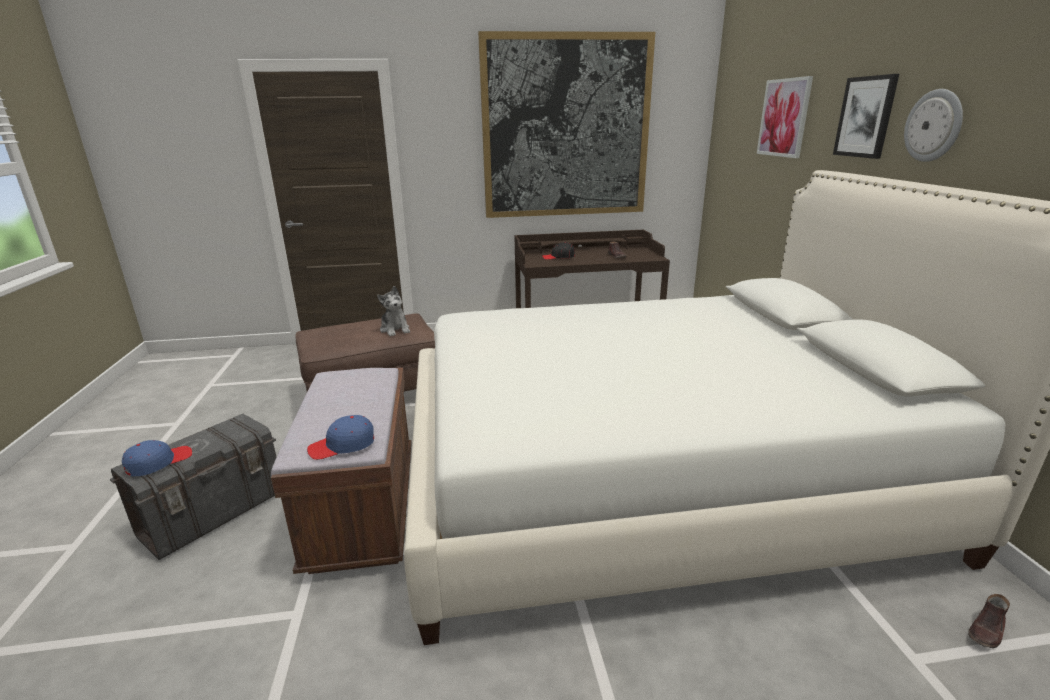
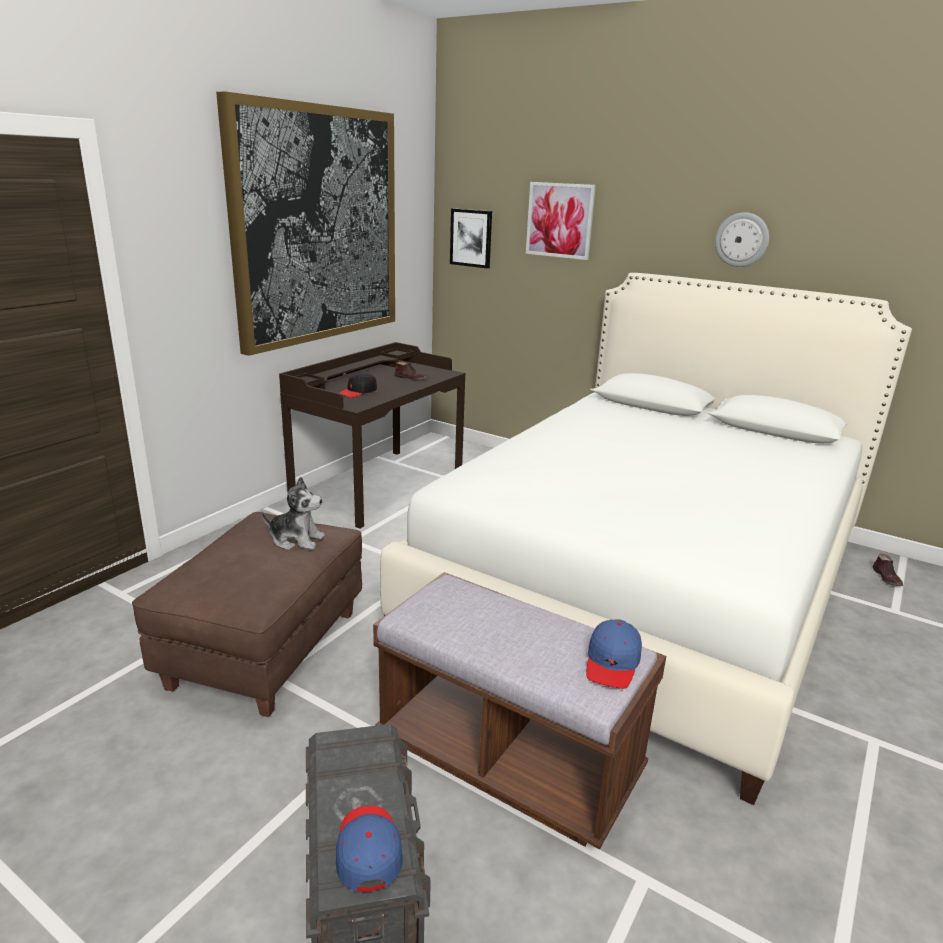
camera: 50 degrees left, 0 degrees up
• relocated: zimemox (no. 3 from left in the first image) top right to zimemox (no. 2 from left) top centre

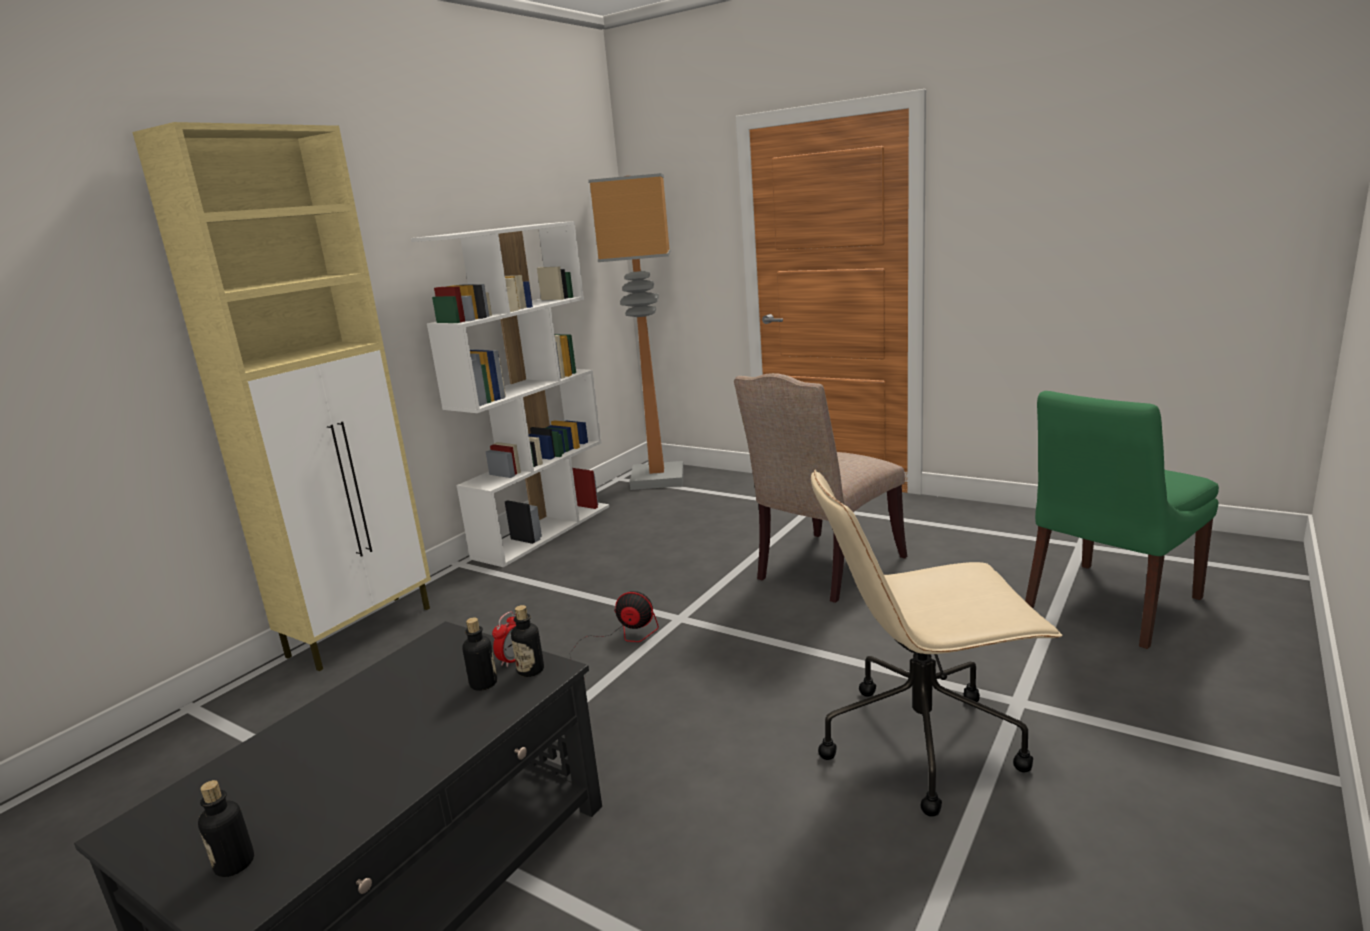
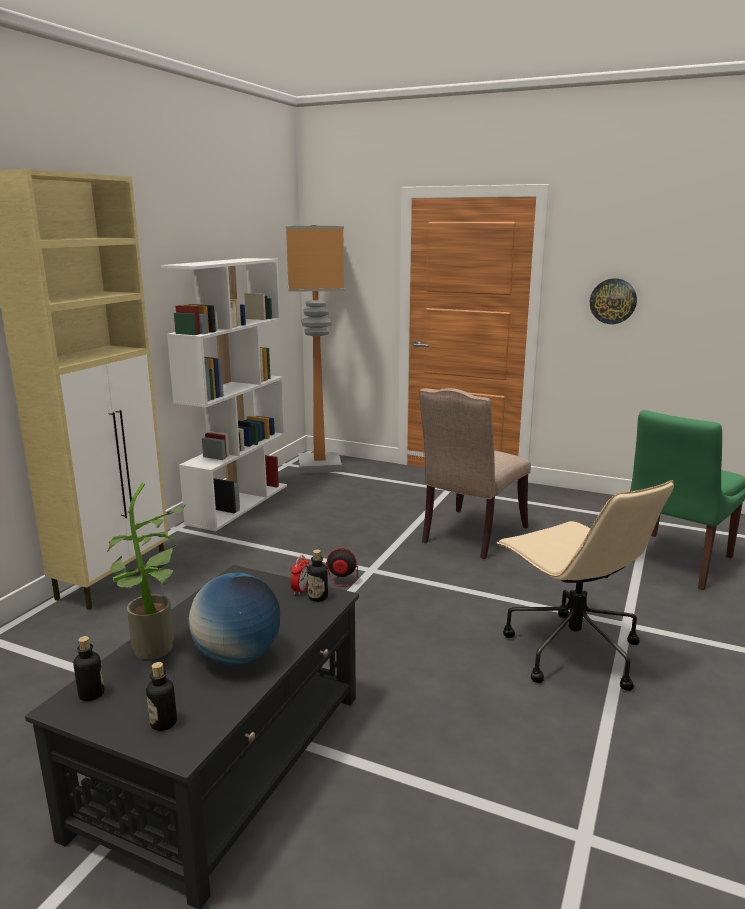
camera: 10 degrees left, 0 degrees up
• appeared: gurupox middle left
• appeared: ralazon bottom left
• appeared: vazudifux top right
• relocated: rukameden (no. 2 from left in the first image) bottom centre to rukameden (no. 1 from left) bottom left
• spun: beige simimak bottom right = middle right 105 degrees counterclockwise

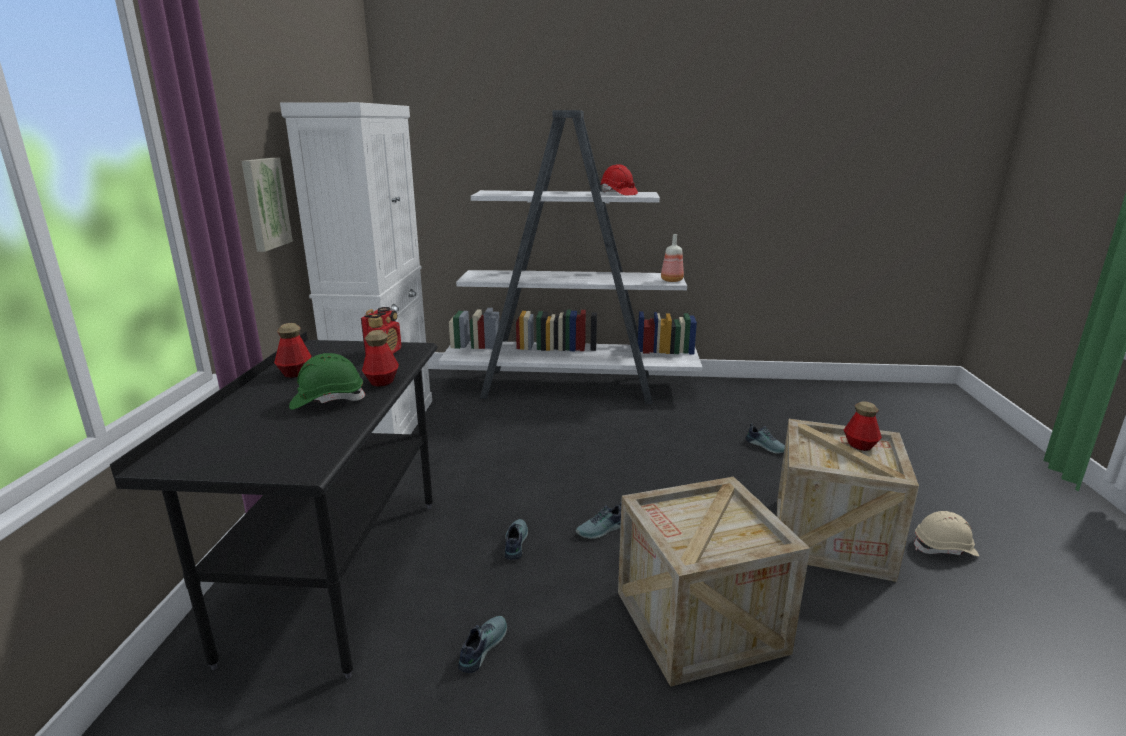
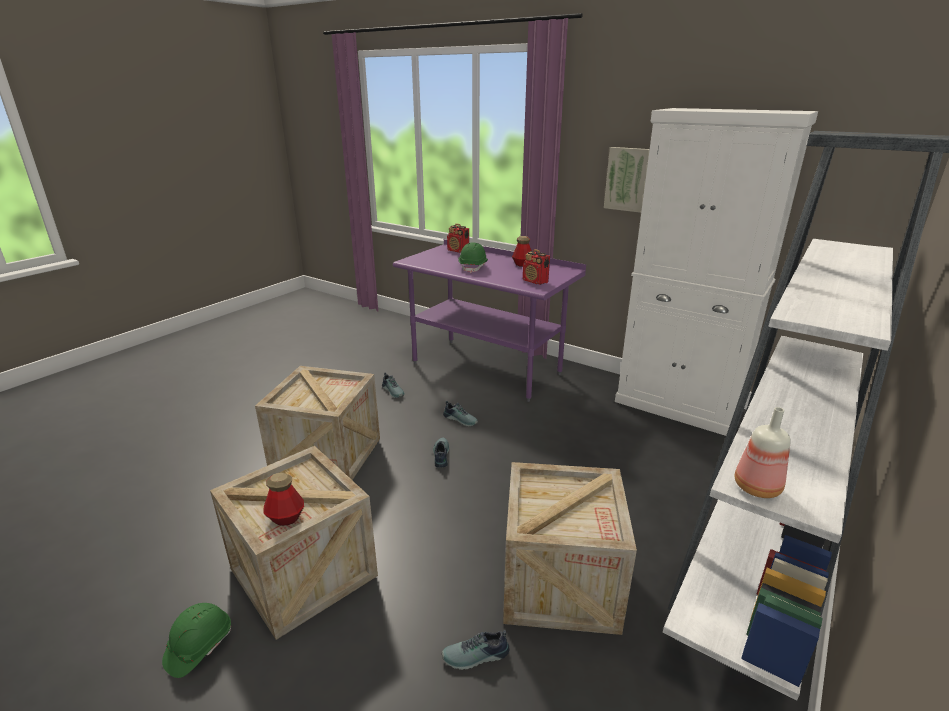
camera: 120 degrees right, 5 degrees up
• missing: rukameden (no. 2 from left) centre
• missing: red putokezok top centre
• appeared: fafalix (no. 1 from left) centre
• appeared: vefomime (no. 3 from left) bottom centre
• colour: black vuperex bottom left to purple vuperex centre
• colour: beige putokezok bottom right to green putokezok (no. 1 from left) bottom left

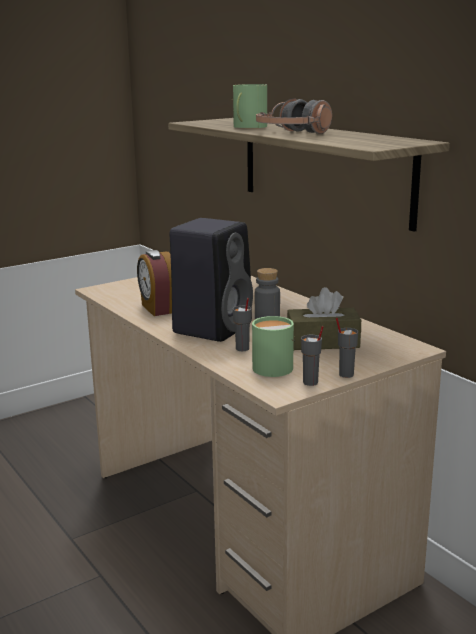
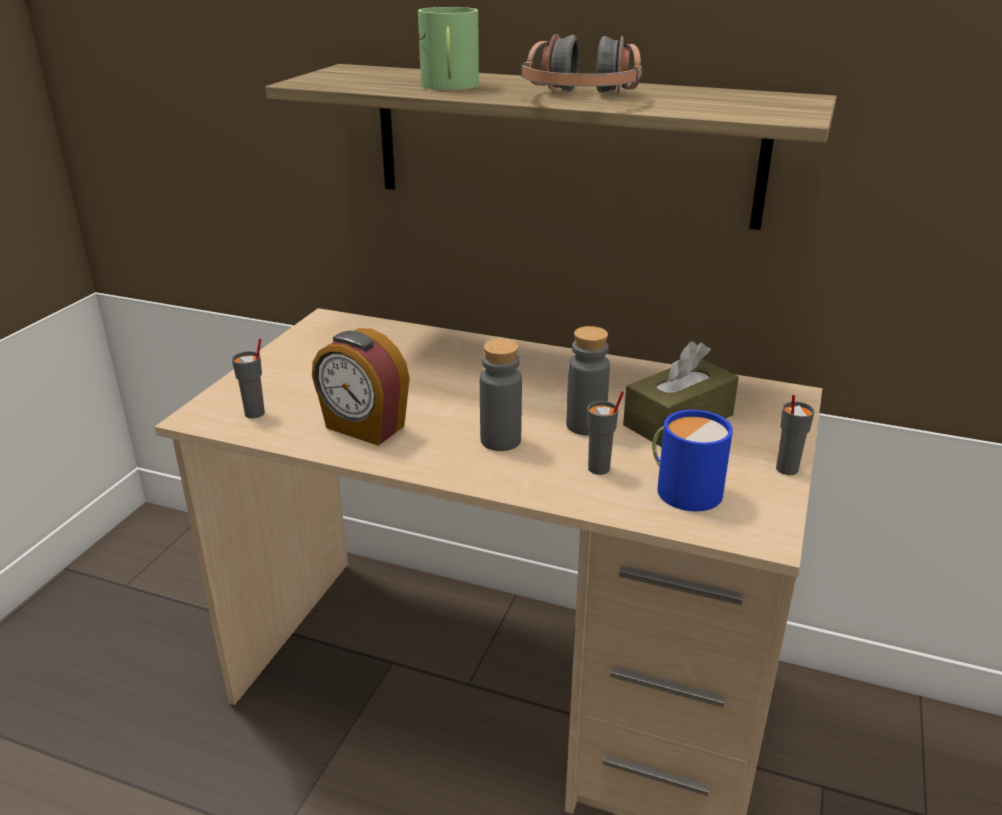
camera: 35 degrees left, 10 degrees up
• relocated: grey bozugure (no. 2 from left in the first image) centre to grey bozugure (no. 1 from left) middle left
• exchanged: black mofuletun centre to grey rukameden (no. 1 from left) centre
• colour: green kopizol (no. 2 from left) centre to blue kopizol middle right

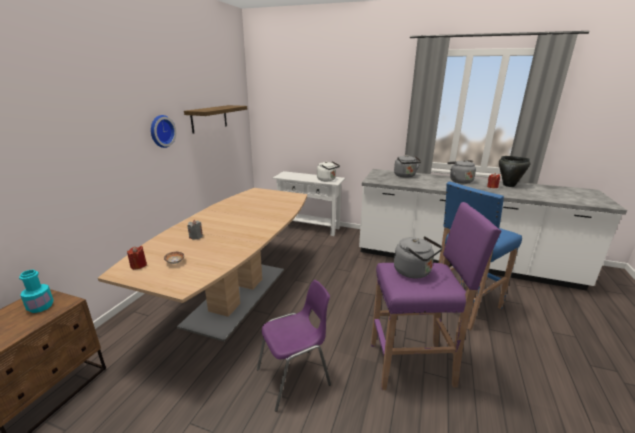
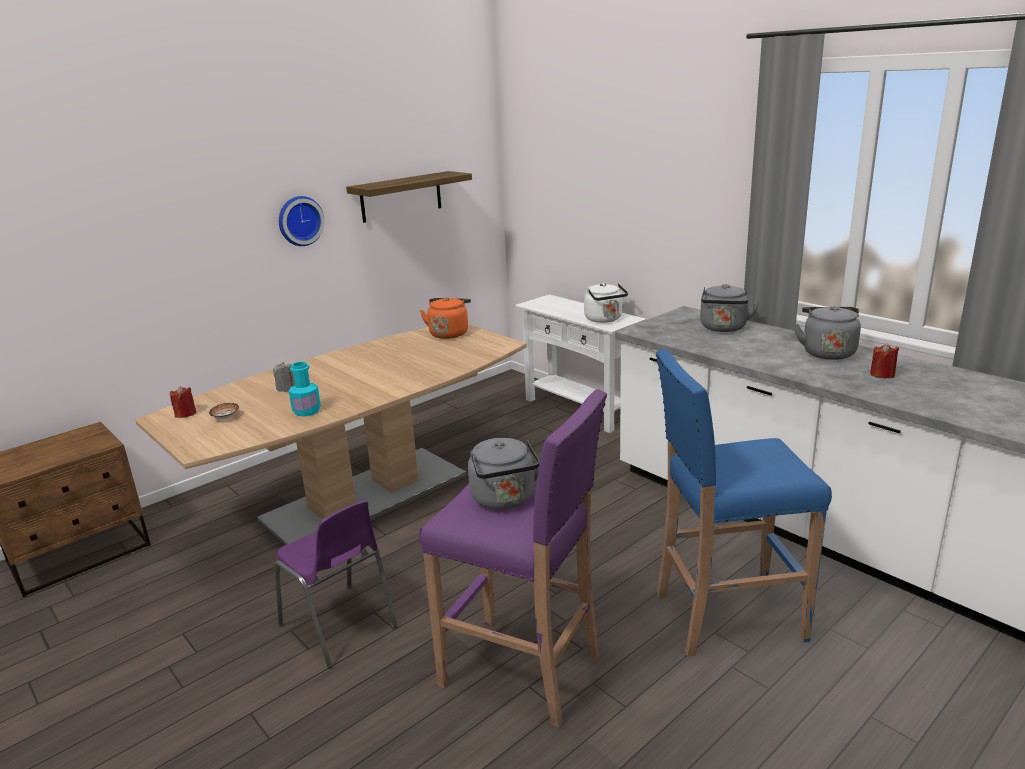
camera: 30 degrees right, 0 degrees up
• missing: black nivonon middle right
• appeared: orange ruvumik centre
• relocated: turquoise rukameden bottom left to middle left
• spun: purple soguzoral bottom centre = bottom left 45 degrees clockwise

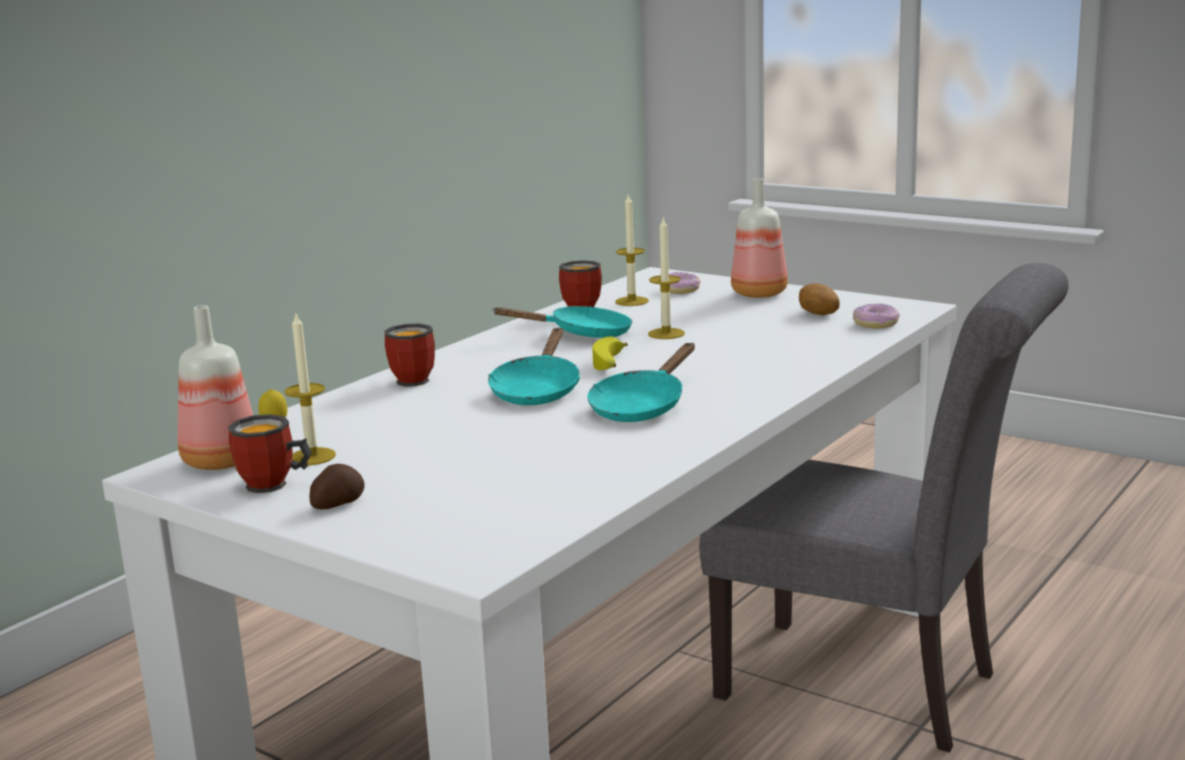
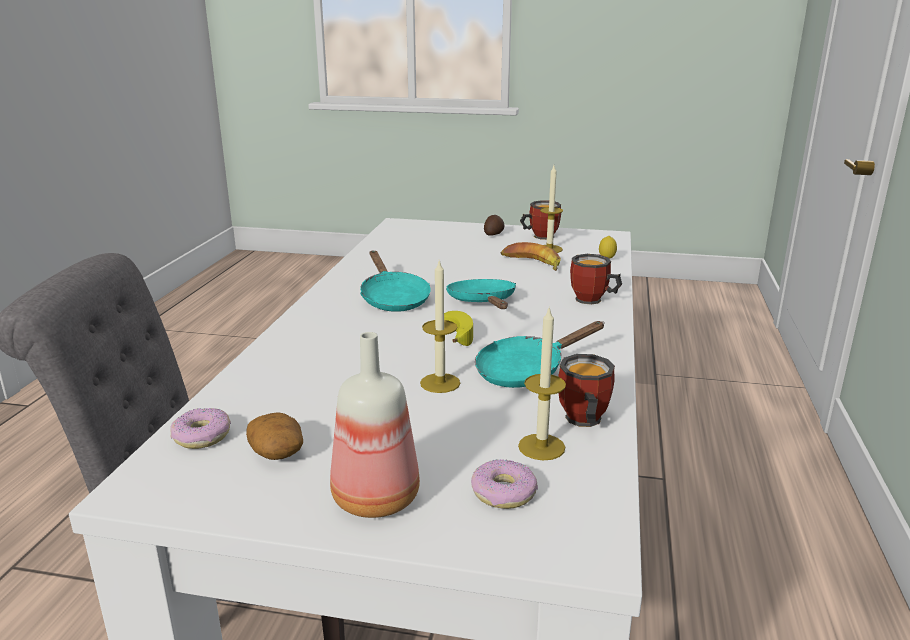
camera: 155 degrees right, 5 degrees up
• missing: rukameden (no. 1 from left) middle left
• appeared: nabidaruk (no. 2 from left) centre
• spun: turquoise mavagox (no. 3 from left in the first image) centre = centre 150 degrees clockwise

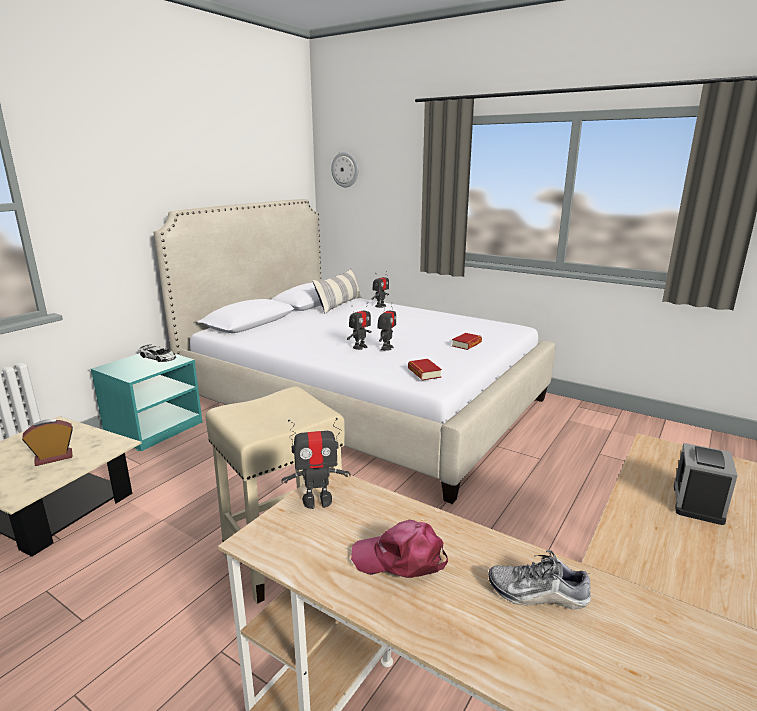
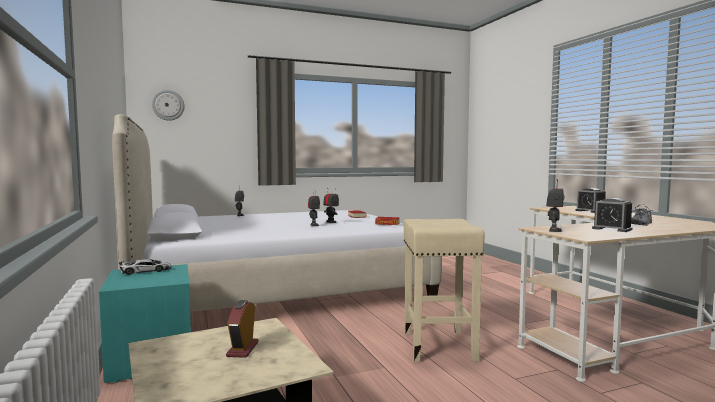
camera: 55 degrees left, 15 degrees down
• missing: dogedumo centre
• exchanged: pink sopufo bottom centre to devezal (no. 3 from left) middle right

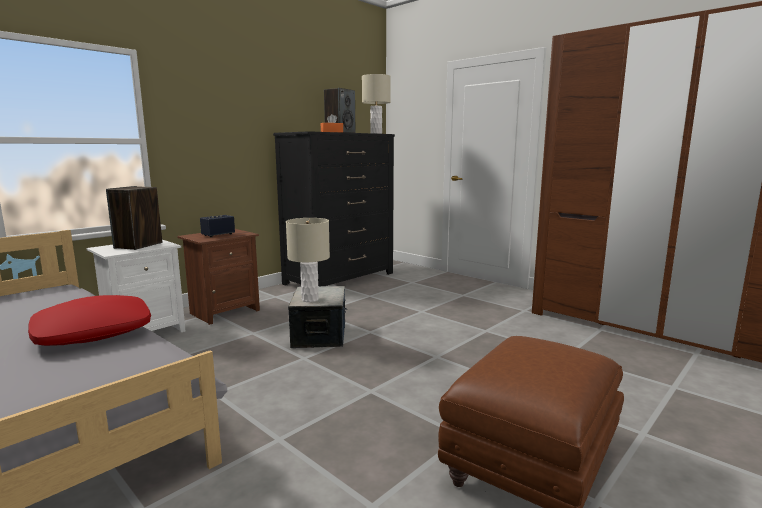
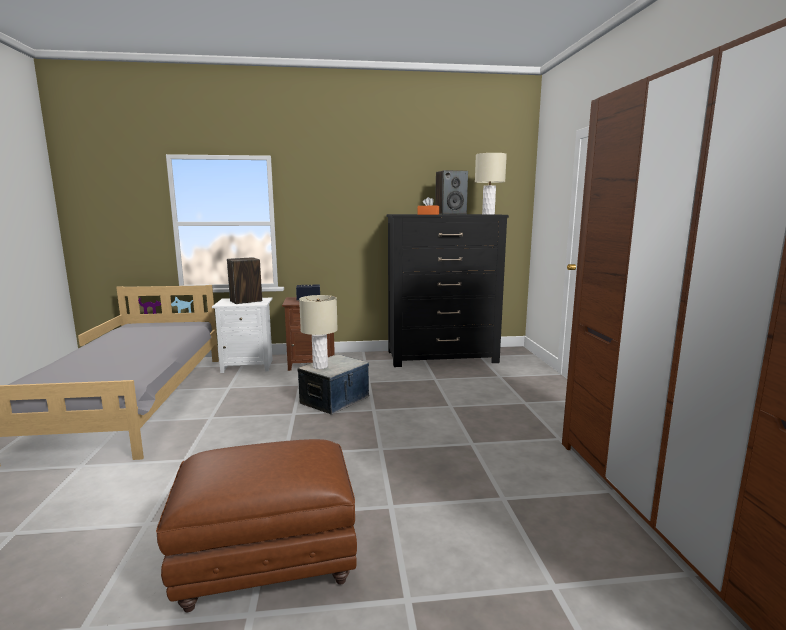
camera: 40 degrees right, 0 degrees up
• missing: red dogedumo middle left

